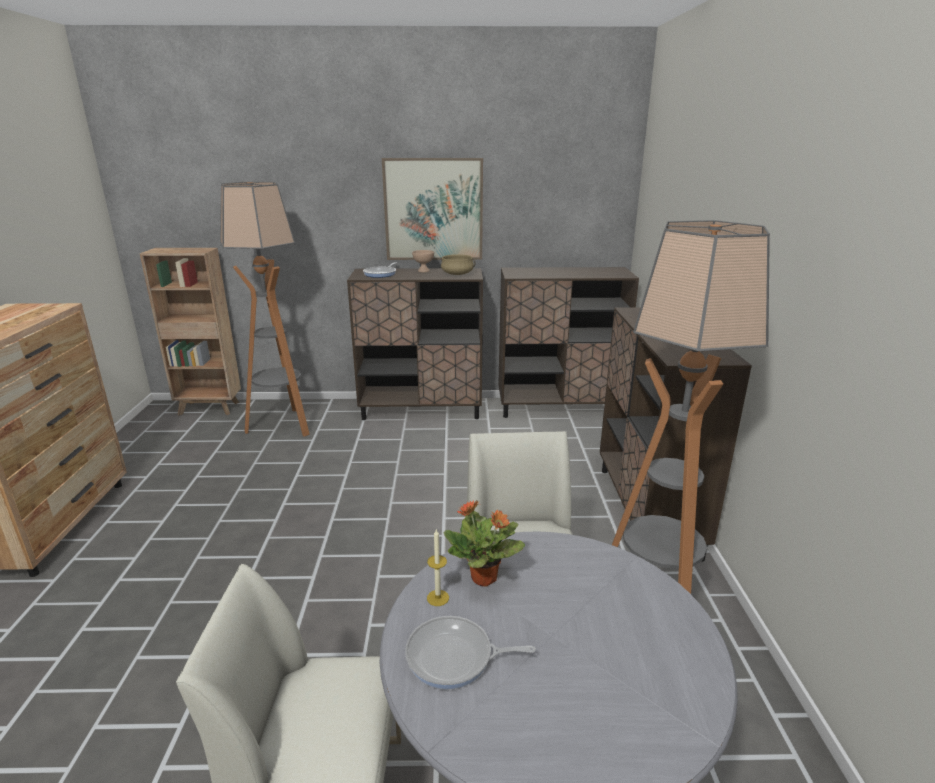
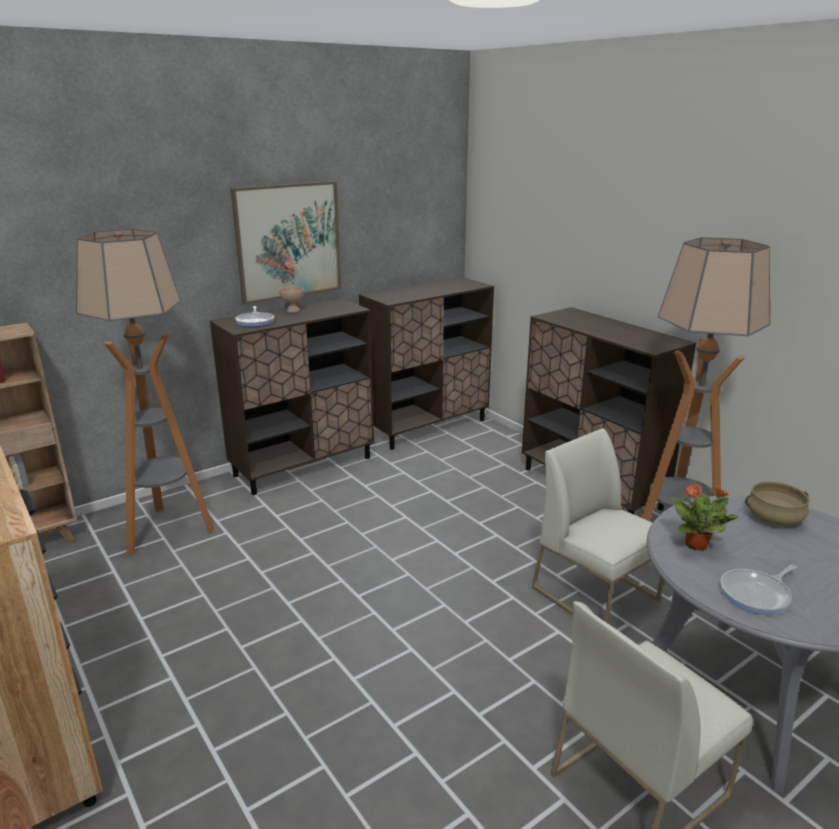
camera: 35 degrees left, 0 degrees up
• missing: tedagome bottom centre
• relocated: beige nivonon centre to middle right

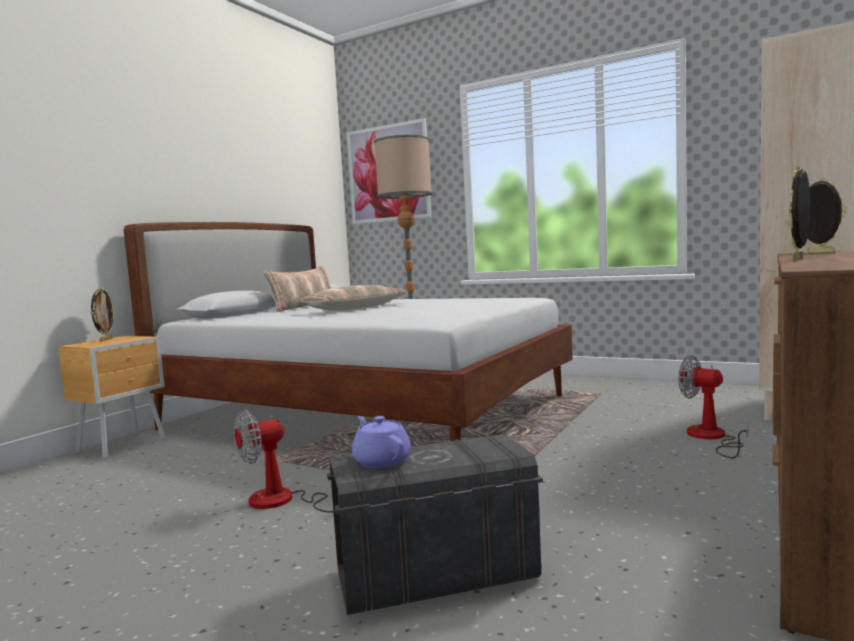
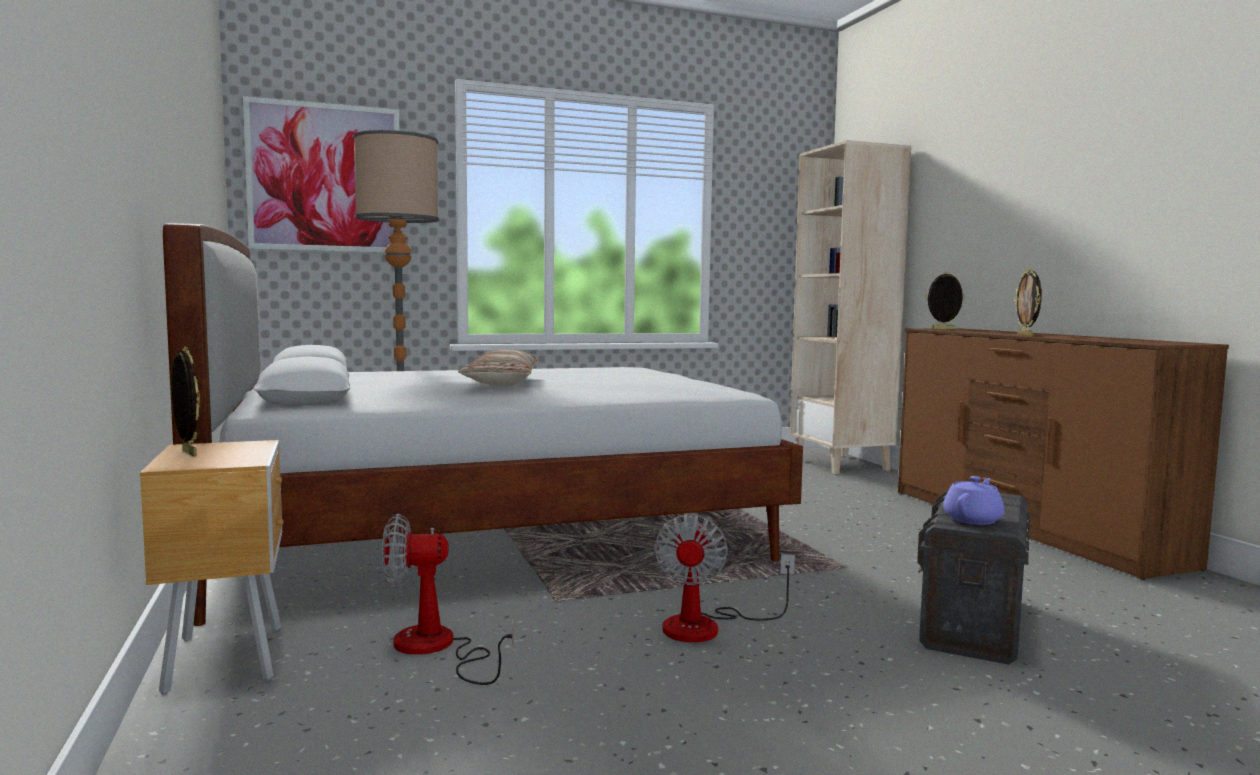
camera: 50 degrees left, 0 degrees up
• missing: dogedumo (no. 1 from left) centre
• relocated: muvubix (no. 2 from left in the first image) middle right to muvubix (no. 1 from left) bottom centre
• spun: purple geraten bottom centre = middle right 120 degrees clockwise

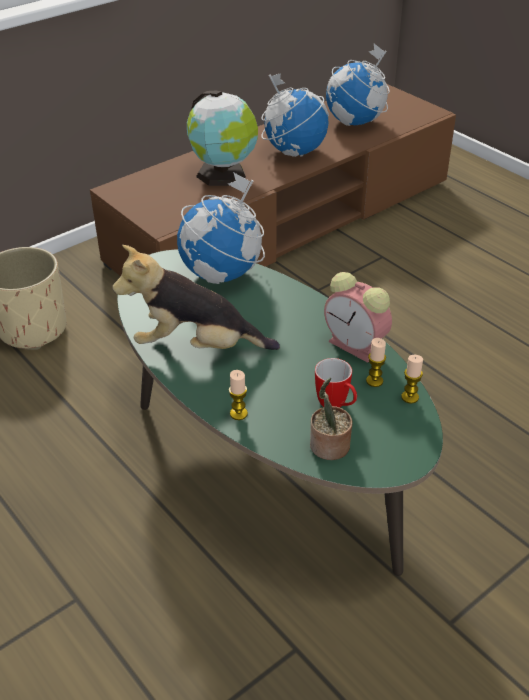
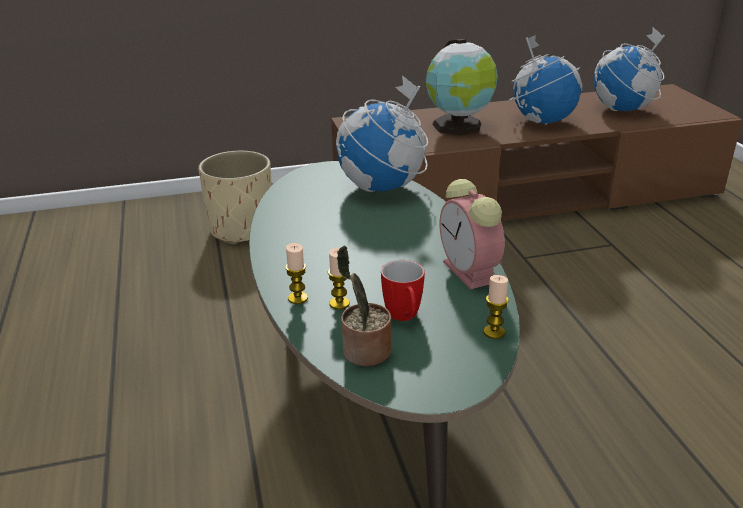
camera: 25 degrees right, 10 degrees down
• missing: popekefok centre
• relocated: tedagome (no. 2 from left) middle right to centre

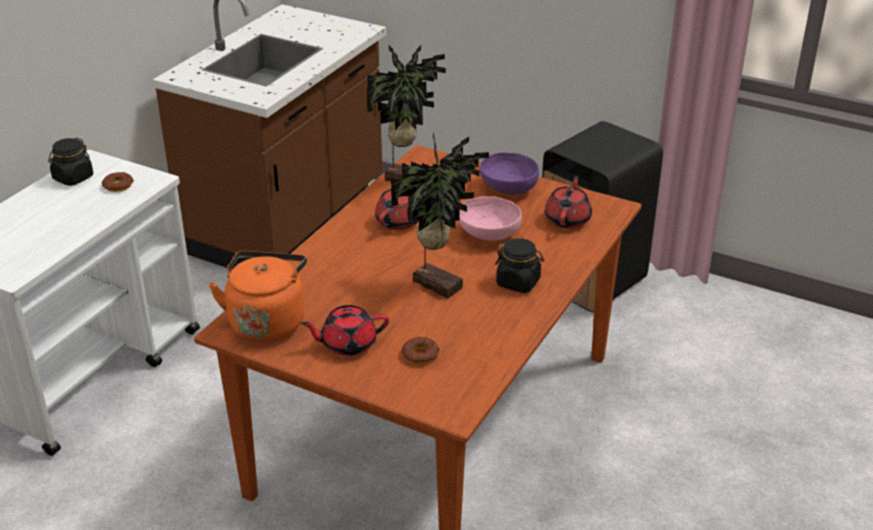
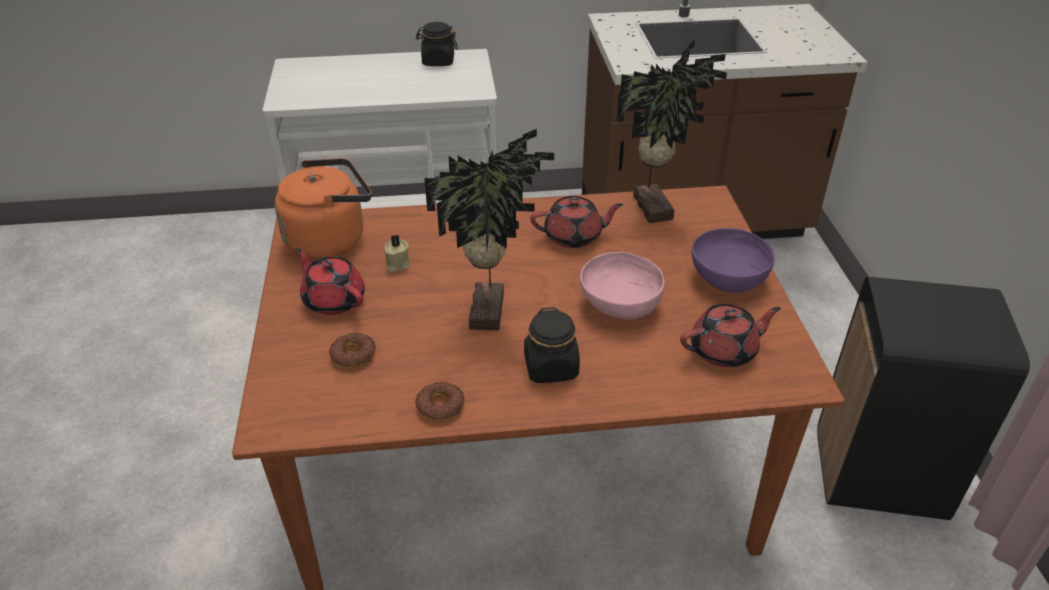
camera: 55 degrees right, 5 degrees up
• appeared: beige tedagome centre
• relocated: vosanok (no. 1 from left in the first image) middle left to vosanok (no. 2 from left) bottom centre

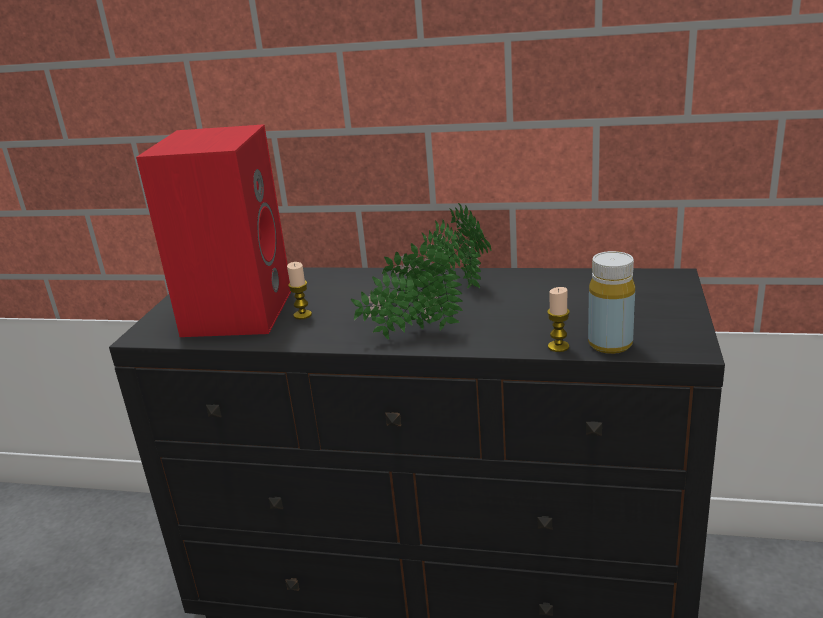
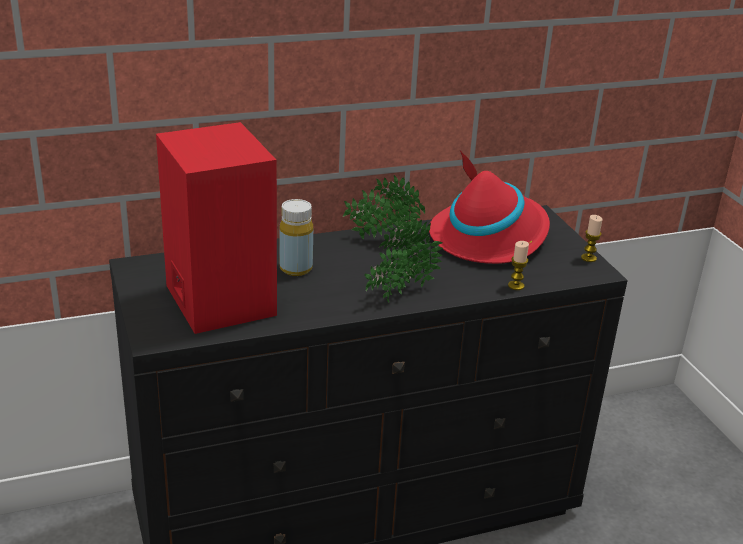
camera: 35 degrees left, 5 degrees up
• appeared: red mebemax centre
• relocated: tedagome (no. 1 from left in the first image) centre to tedagome (no. 2 from left) middle right
• relocated: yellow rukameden middle right to centre

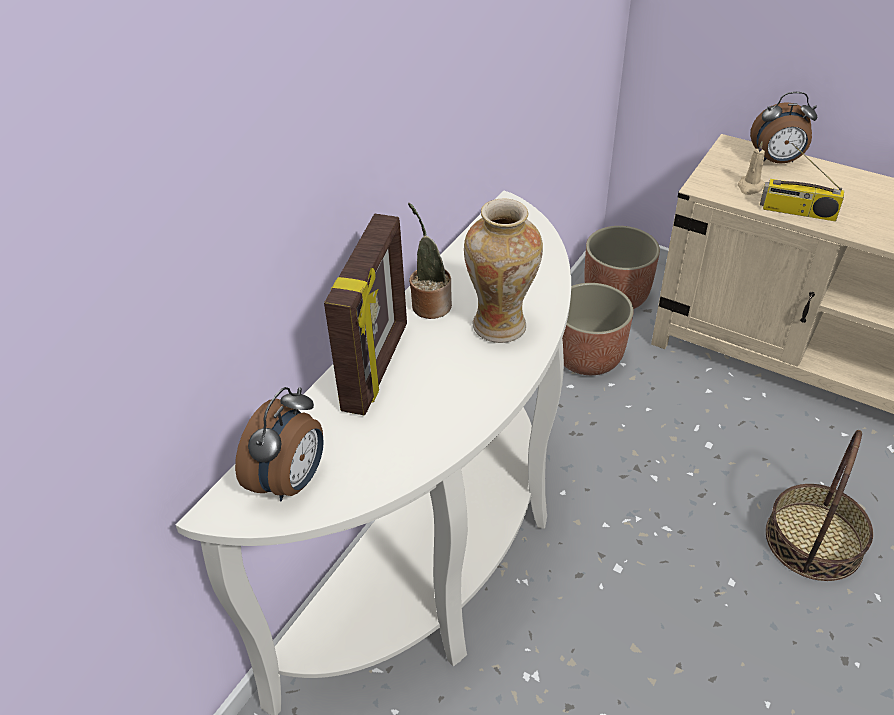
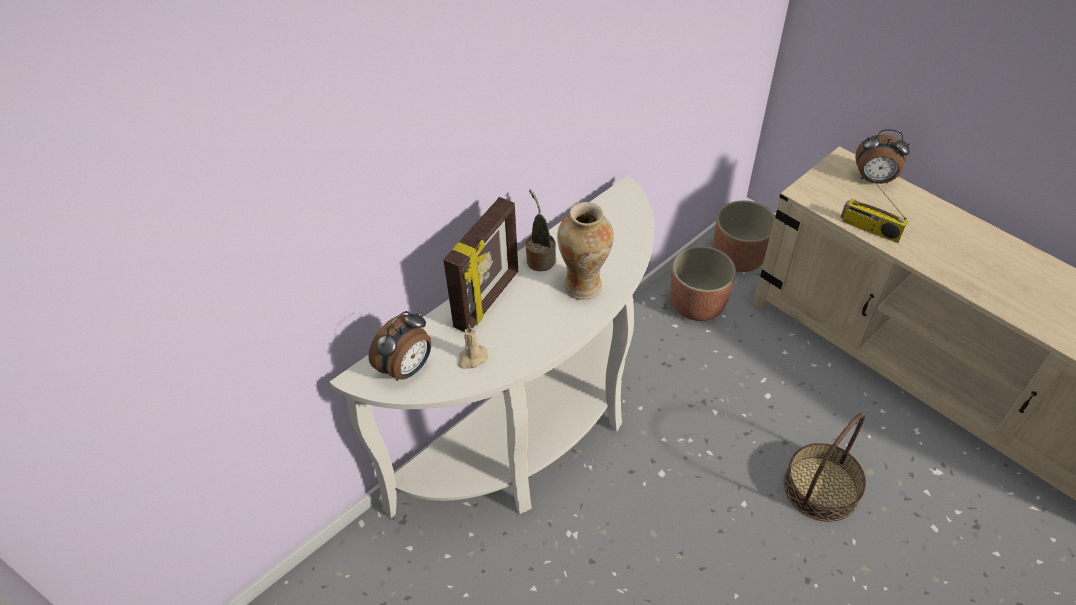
camera: 15 degrees right, 5 degrees up
• relocated: beige tedagome top right to centre

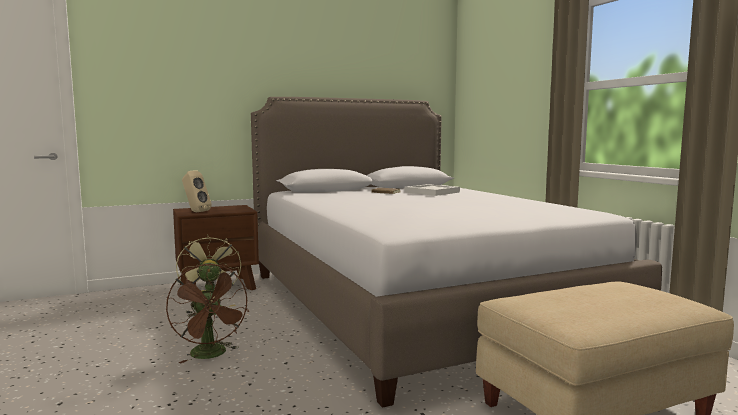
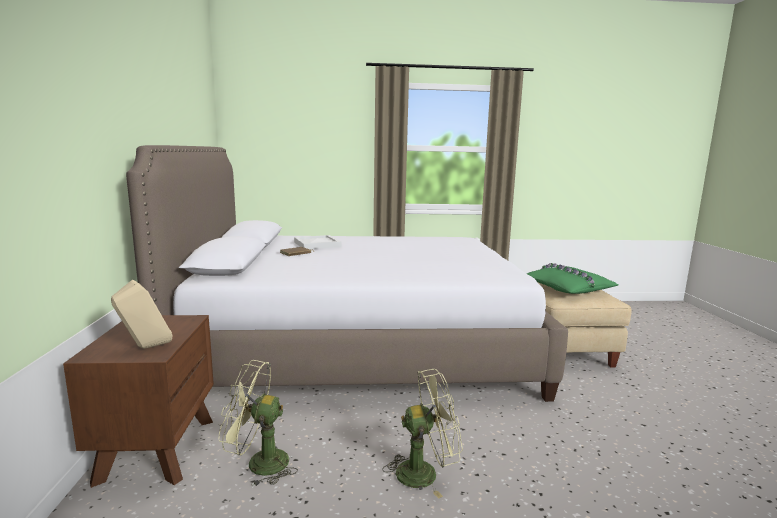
camera: 70 degrees left, 5 degrees up
• appeared: green dogedumo middle right
• colour: brown muvubix bottom left to green muvubix (no. 2 from left) bottom centre

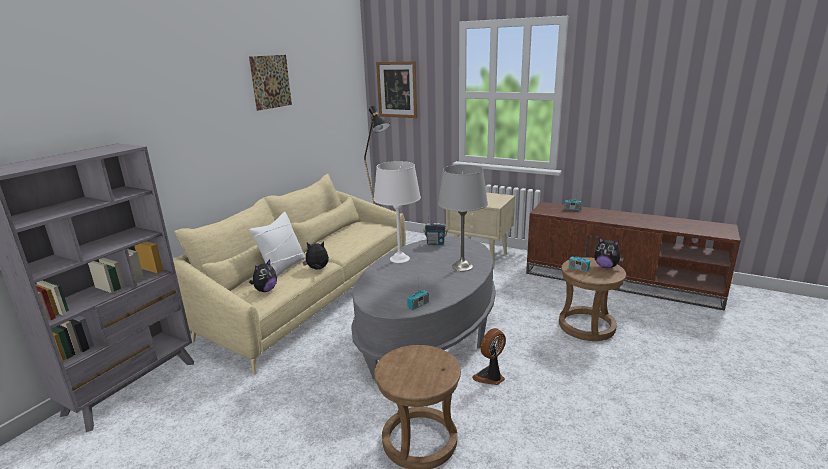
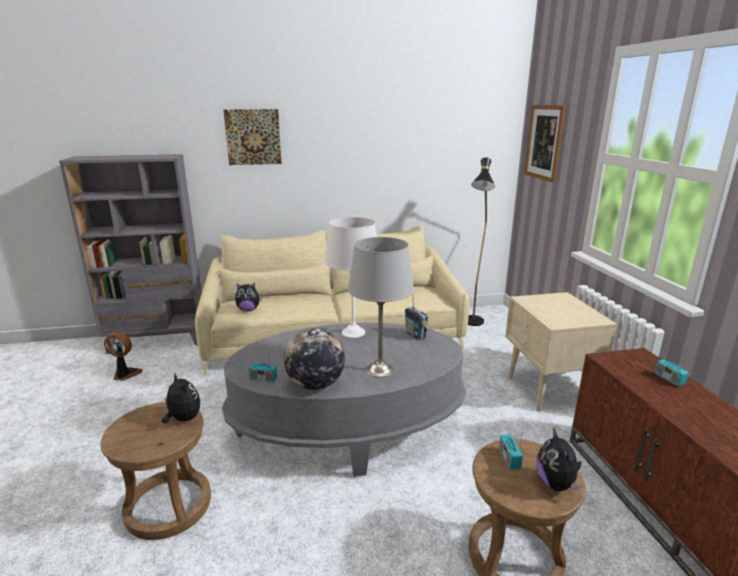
camera: 50 degrees right, 0 degrees up
• missing: white dogedumo centre
• appeared: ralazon centre
• relocated: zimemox (no. 1 from left) top left to top centre
• relocated: popekefok (no. 2 from left in the first image) centre to popekefok (no. 1 from left) bottom left
• relocated: muvubix bottom centre to middle left

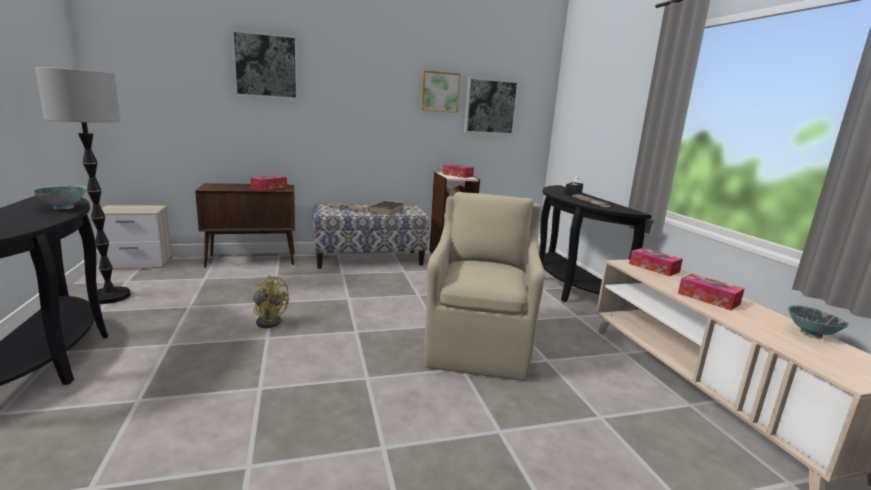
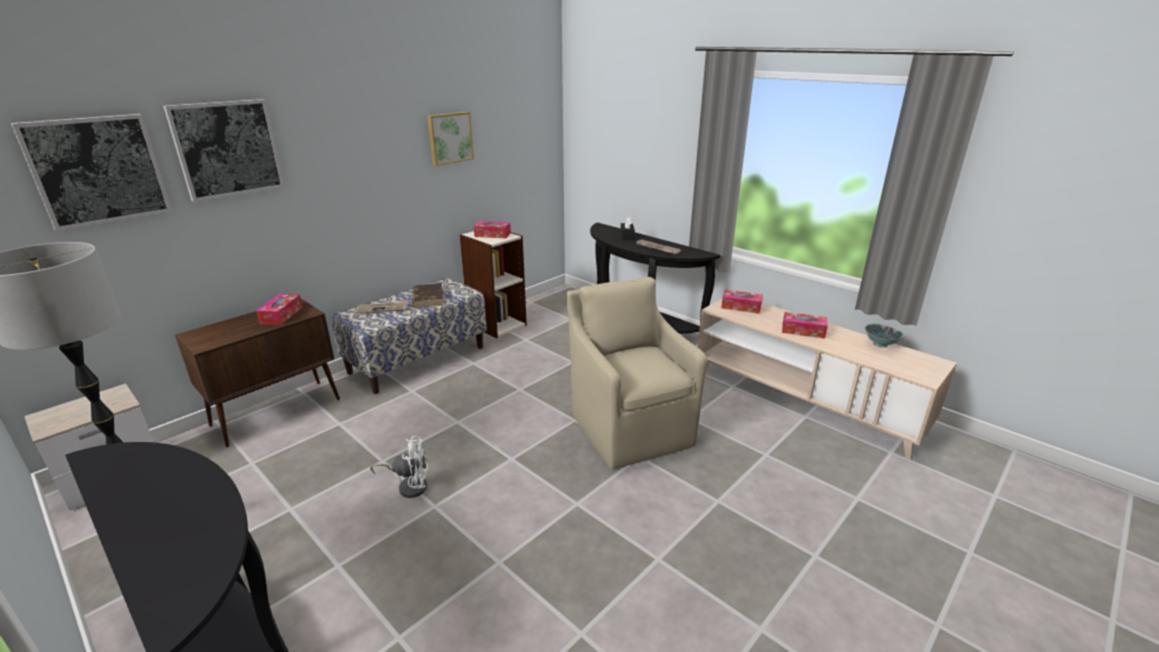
camera: 30 degrees left, 10 degrees up
• missing: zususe (no. 1 from left) middle left
• relocated: zimemox (no. 3 from left in the first image) top centre to zimemox (no. 1 from left) top left
• colour: yellow muvubix middle left to white muvubix bottom centre

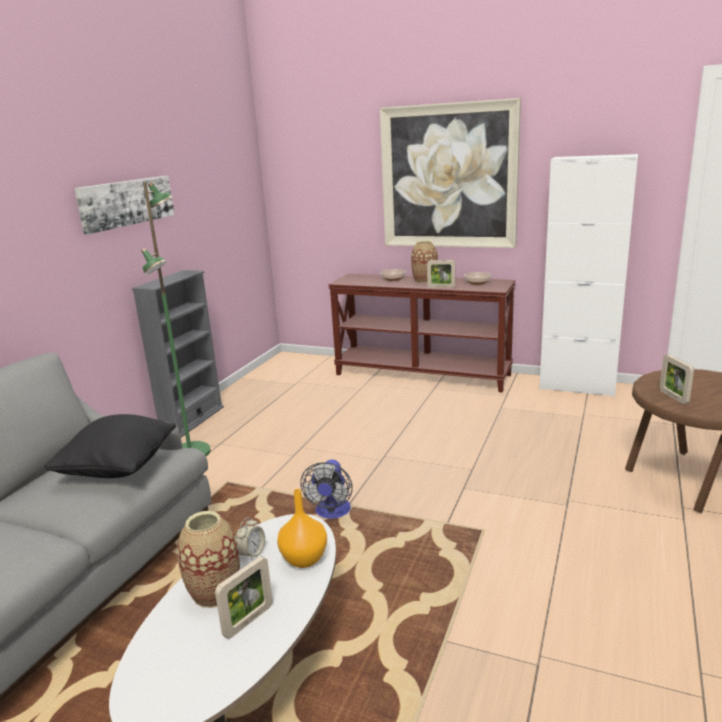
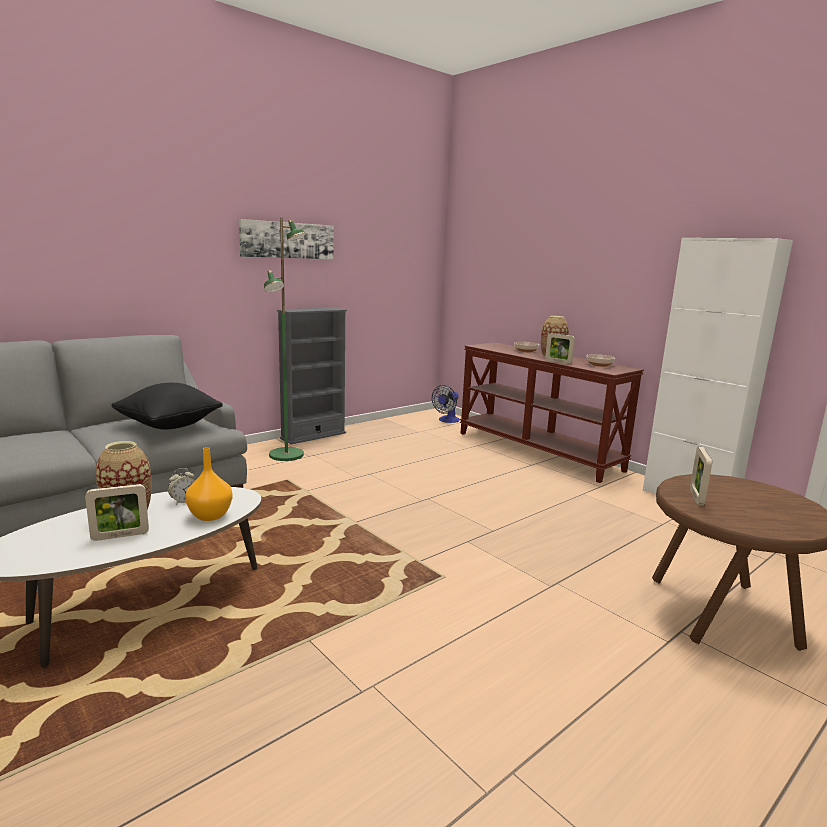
camera: 25 degrees right, 5 degrees down
• missing: zimemox (no. 2 from left) top centre
• relocated: muvubix bottom centre to centre

